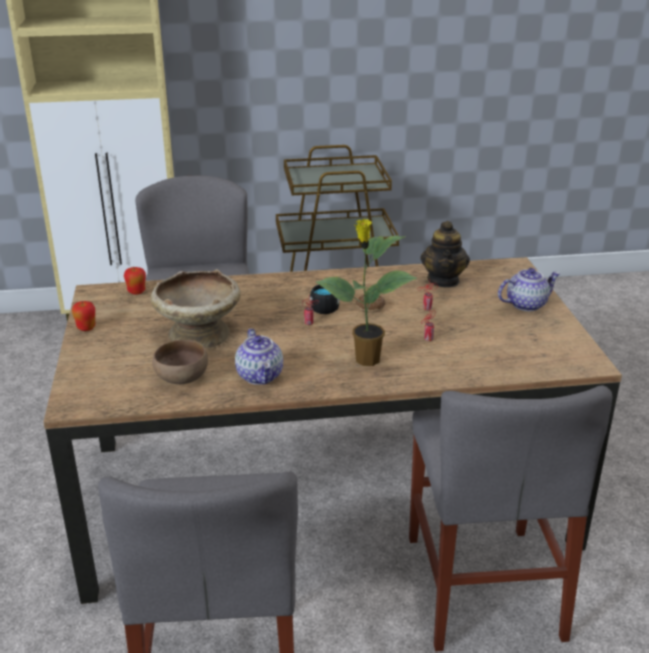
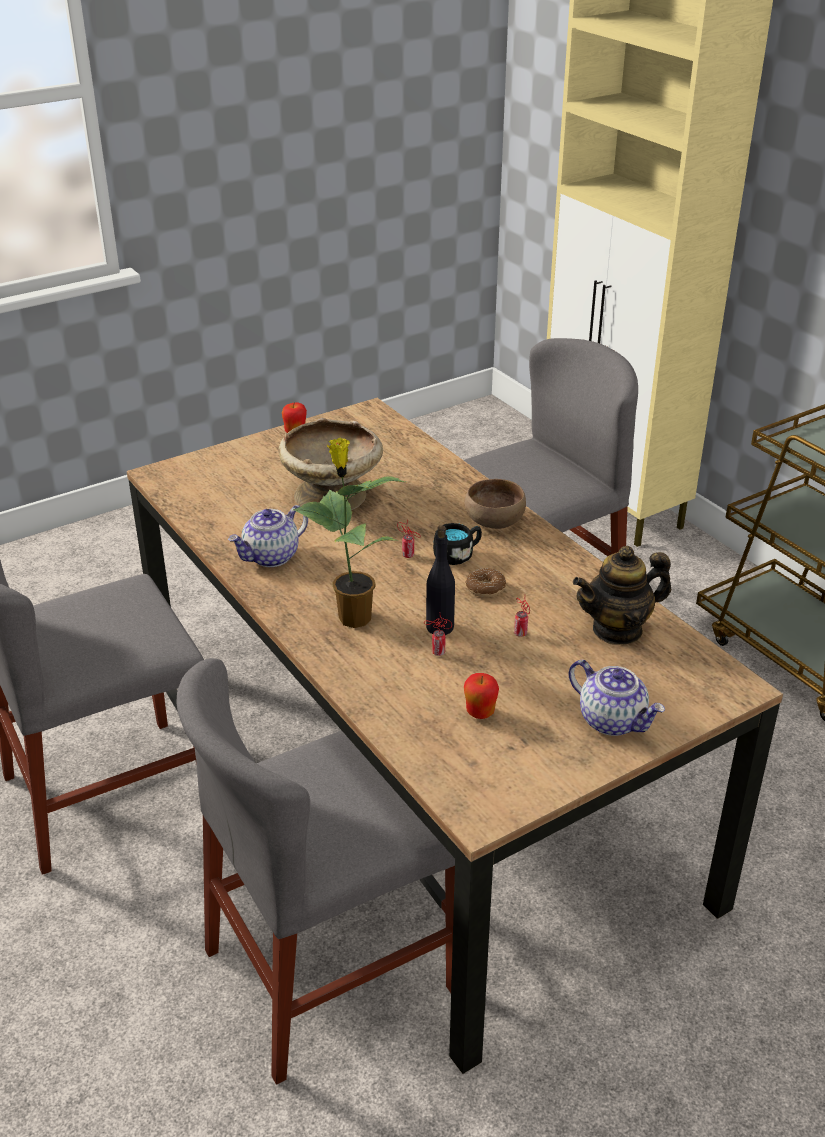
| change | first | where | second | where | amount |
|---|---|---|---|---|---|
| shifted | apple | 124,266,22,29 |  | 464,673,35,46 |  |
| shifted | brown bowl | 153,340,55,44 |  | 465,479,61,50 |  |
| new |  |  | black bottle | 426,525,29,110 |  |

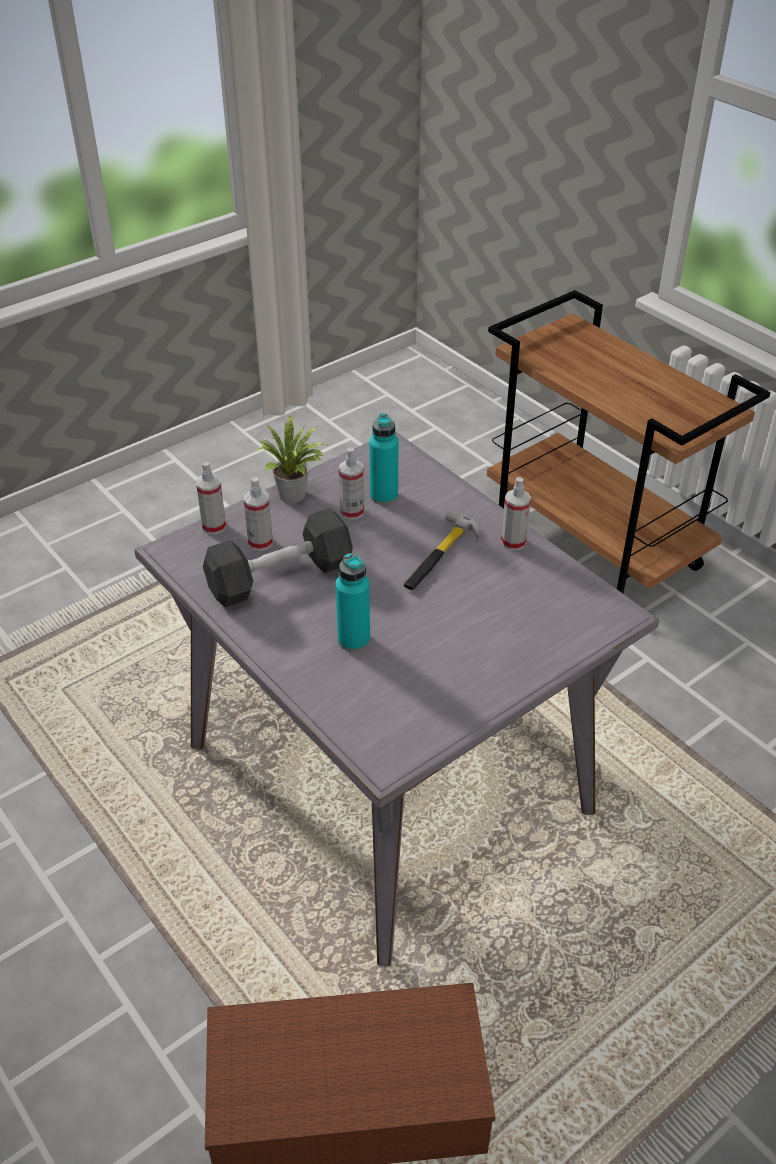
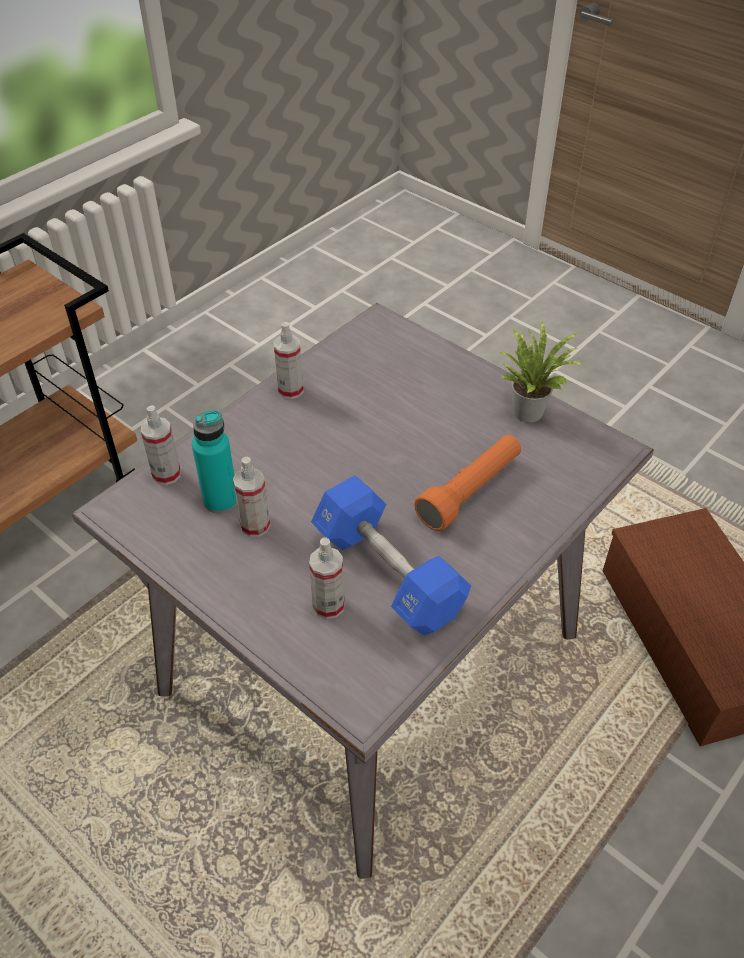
| change | first | where | second | where | amount |
|---|---|---|---|---|---|
| shifted | potted plant | 255,415,70,88 |  | 498,320,86,102 |  |
| shifted | spray bottle | 196,461,30,73 |  | 141,405,40,80 |  |
| repainted | black dumbbell | 203,508,150,99 | blue dumbbell | 311,475,160,161 |  |
| gone | hammer | 404,511,75,79 |  |  |  |
| swapped | turquoise bottle | 335,553,35,99 | orange flashlight | 414,435,107,96 |  |

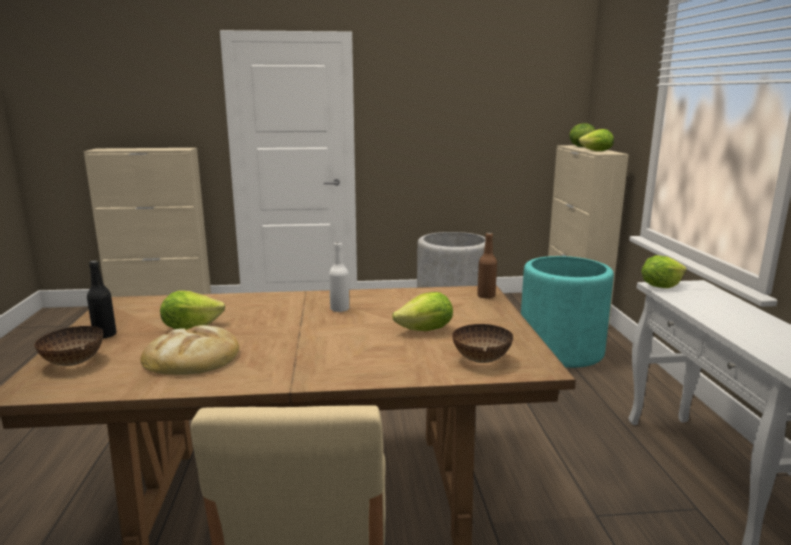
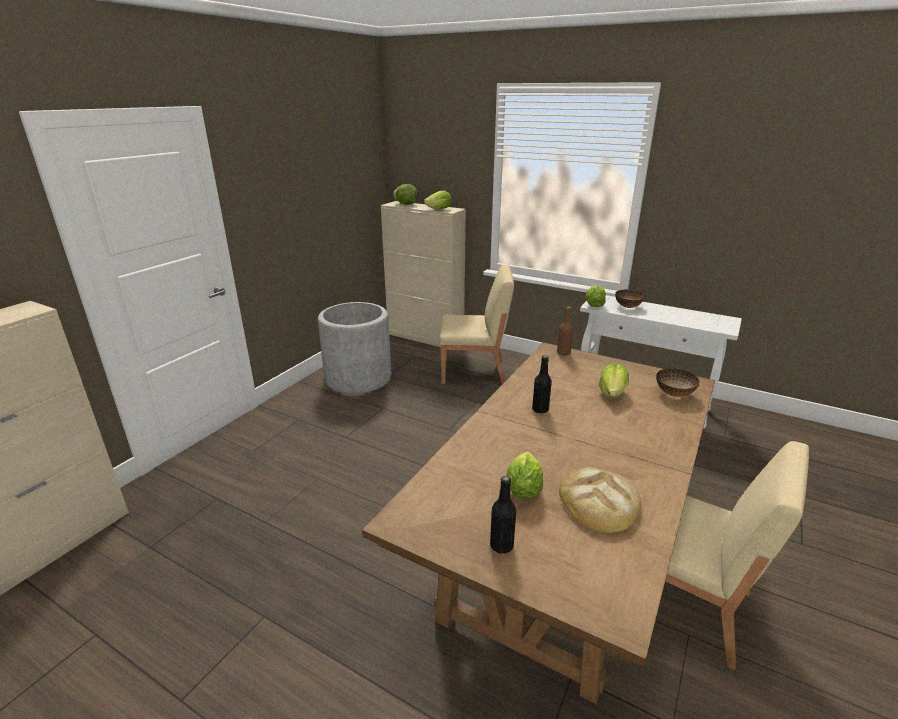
| change | first | where | second | where | amount |
|---|---|---|---|---|---|
| repainted | white bottle | 329,242,20,70 | black bottle | 532,355,20,59 |  |
| swapped | turquoise planter | 521,256,93,112 | beige chair | 439,264,75,120 |  |
| shifted | bowl | 34,326,69,40 |  | 615,290,30,18 |  |

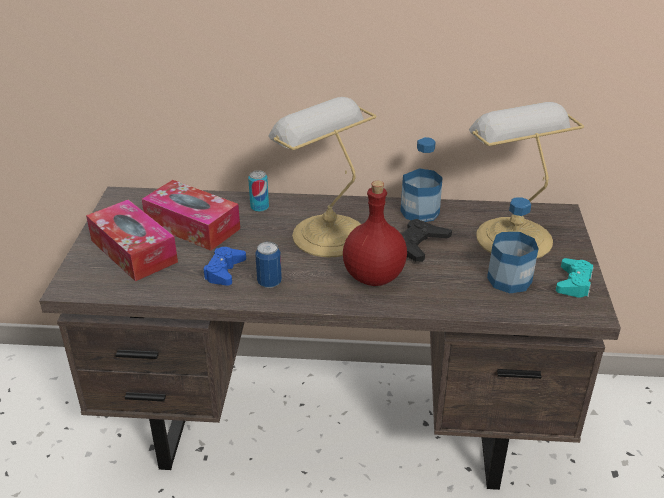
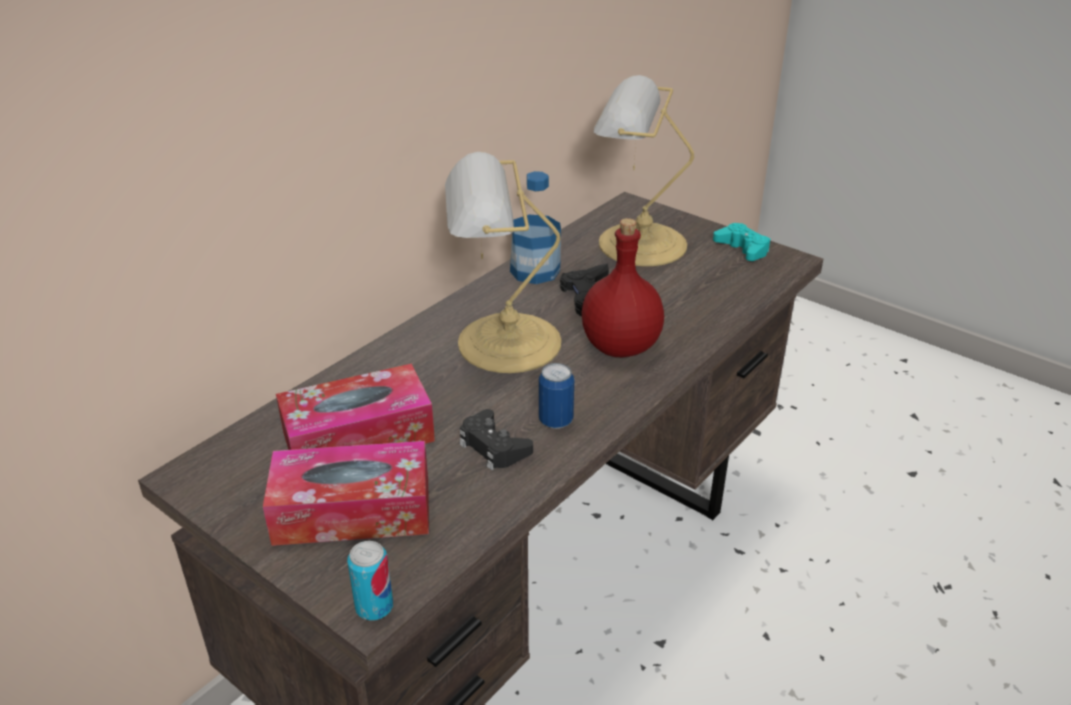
| change | first | where | second | where | amount |
|---|---|---|---|---|---|
| shifted | can | 248,170,21,42 |  | 347,541,46,80 |  |
| gone | bottle | 487,197,52,96 |  |  |  |
| repainted | blue game controller | 203,247,43,39 | black game controller | 460,409,73,61 |  |

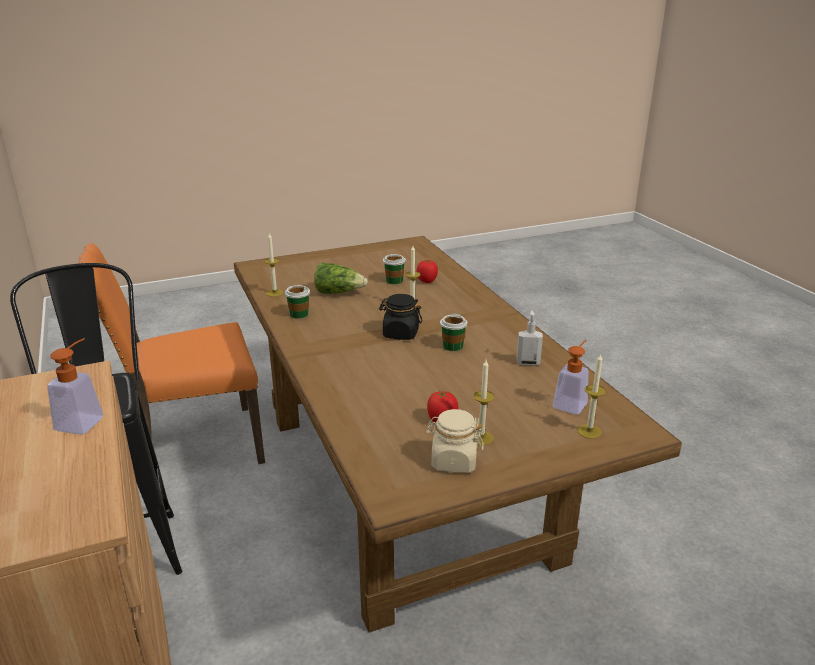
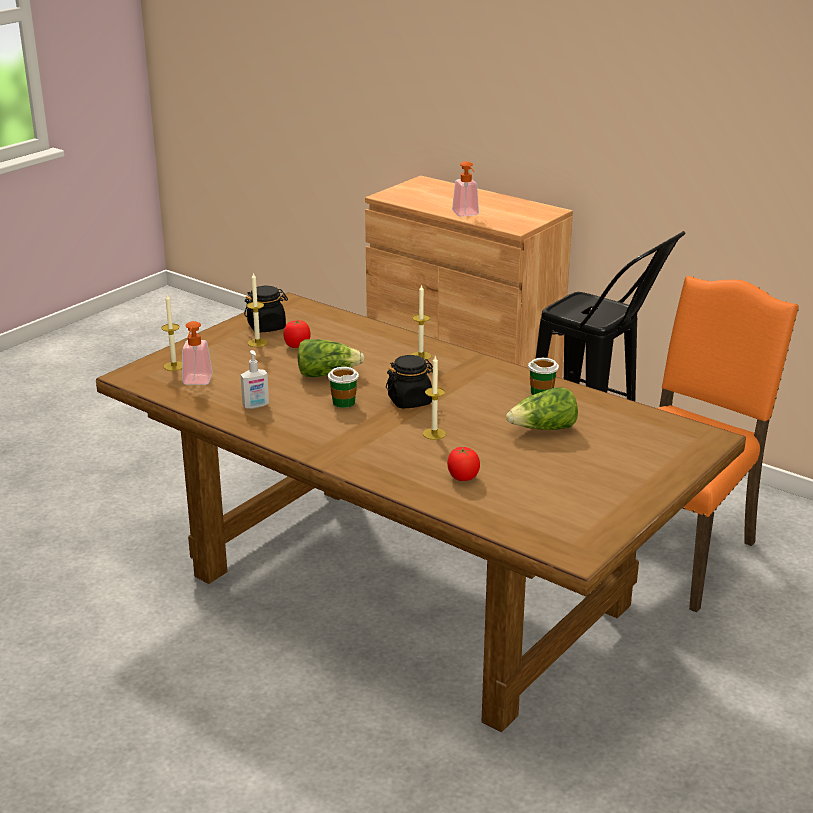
| change | first | where | second | where | amount |
|---|---|---|---|---|---|
| shifted | candle | 264,233,20,64 |  | 411,284,20,76 |  |
| gone | cup | 383,254,23,30 |  |  |  |
| repainted | beige jar | 426,409,58,64 | black jar | 244,286,44,46 |  |
| new |  |  | lettuce | 297,339,68,38 |  |

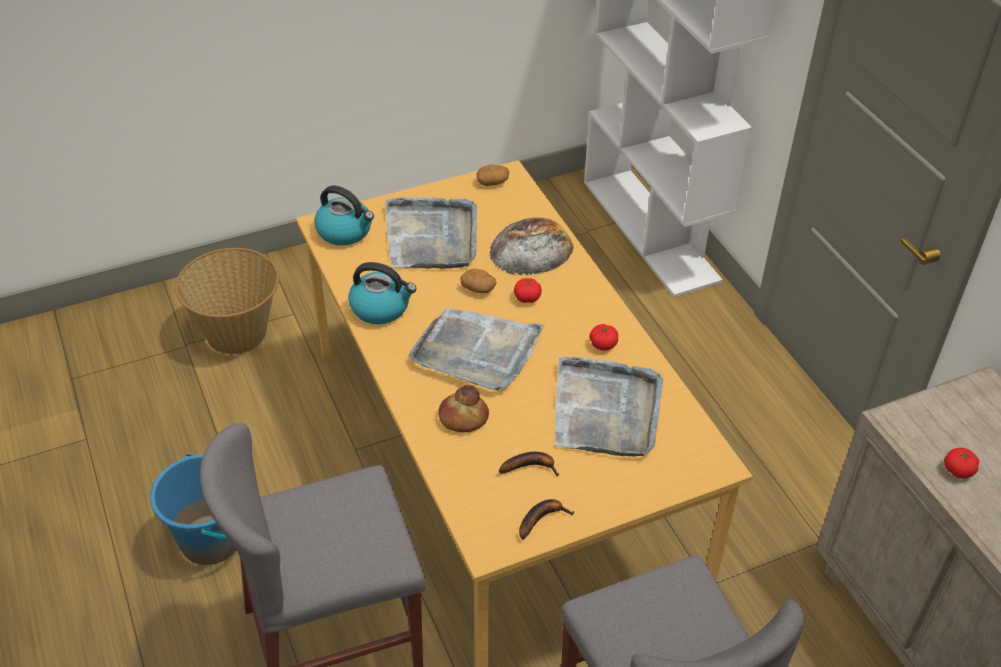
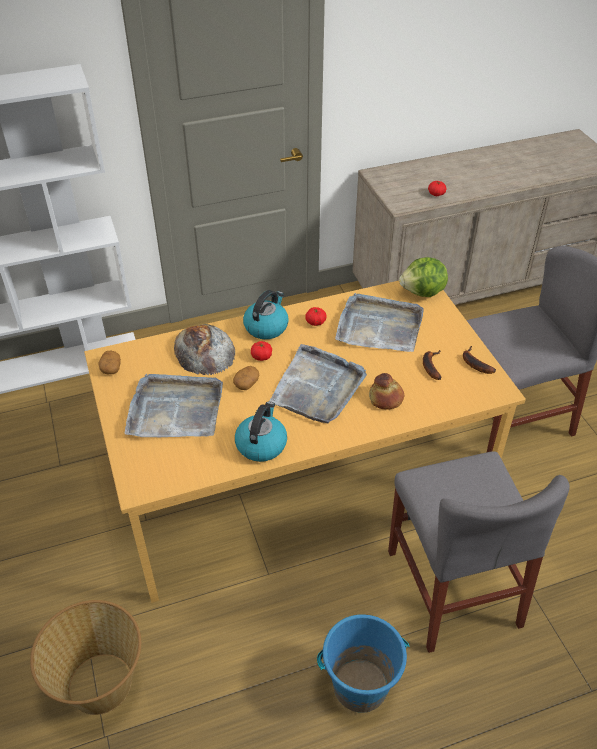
| change | first | where | second | where | amount |
|---|---|---|---|---|---|
| shifted | kettle | 314,185,60,61 |  | 243,290,46,49 |  |
| new |  |  | lettuce | 399,257,49,40 |  |

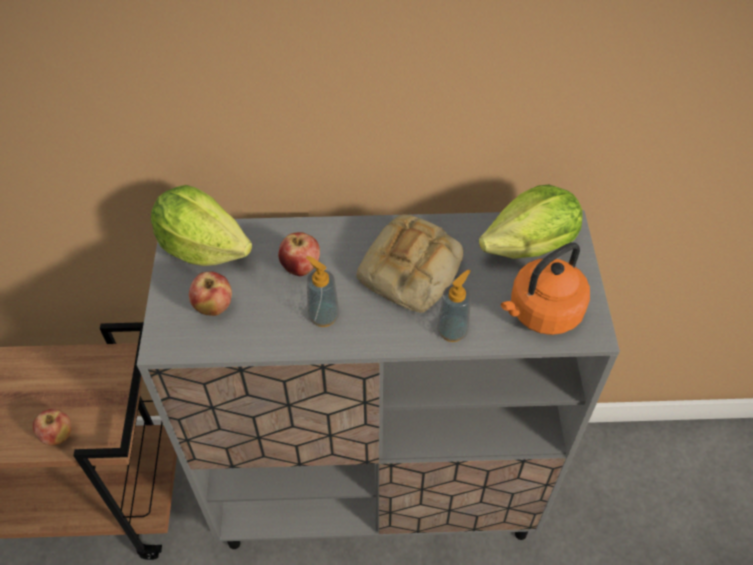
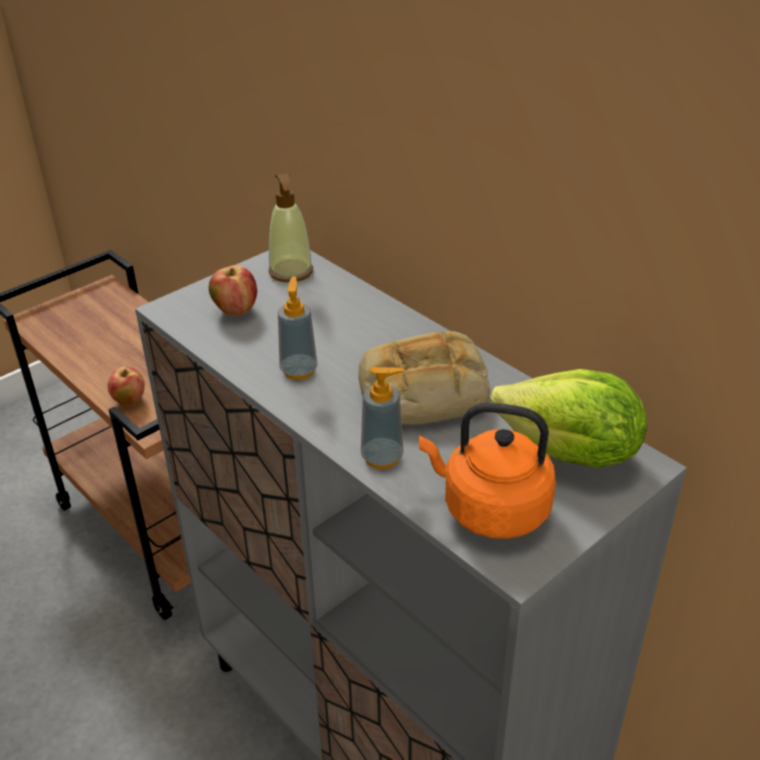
| change | first | where | second | where | amount |
|---|---|---|---|---|---|
| swapped | lettuce | 151,185,101,81 | soap dispenser | 268,174,45,108 |  |
| gone | apple | 278,232,42,44 |  |  |  |

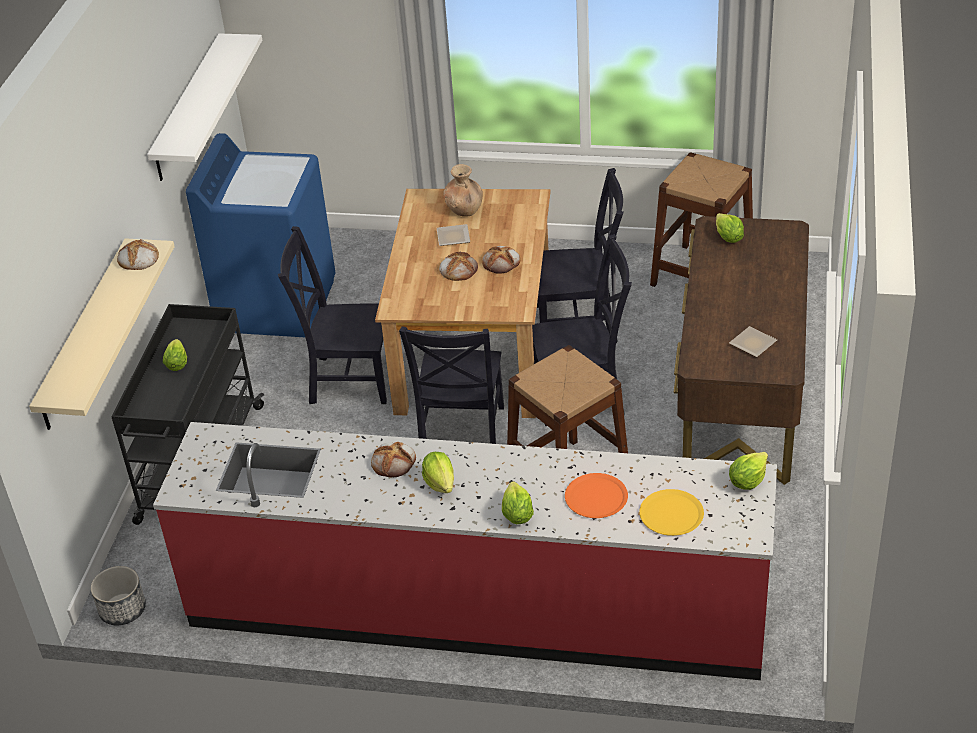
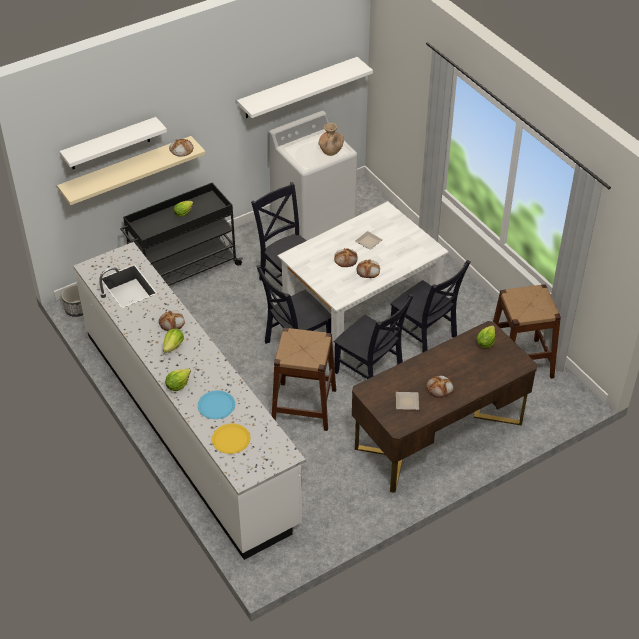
| change | first | where | second | where | amount |
|---|---|---|---|---|---|
| repainted | blue washing machine | 186,133,150,204 | white washing machine | 269,111,89,130 |  |
| shifted | brown vase | 443,164,40,53 |  | 318,123,26,33 |  |
| repainted | brown dining table | 375,189,176,229 | white dining table | 278,201,171,162 |  |
| repainted | red counter | 153,422,624,258 | white counter | 73,242,233,318 |  |
| gone | lettuce | 729,452,39,38 |  |  |  |
| repainted | orange plate | 565,473,63,45 | blue plate | 198,390,37,29 |  |
| new |  |  | white shelf | 59,117,108,52 |  |
| new |  |  | bread | 426,376,28,22 |  |

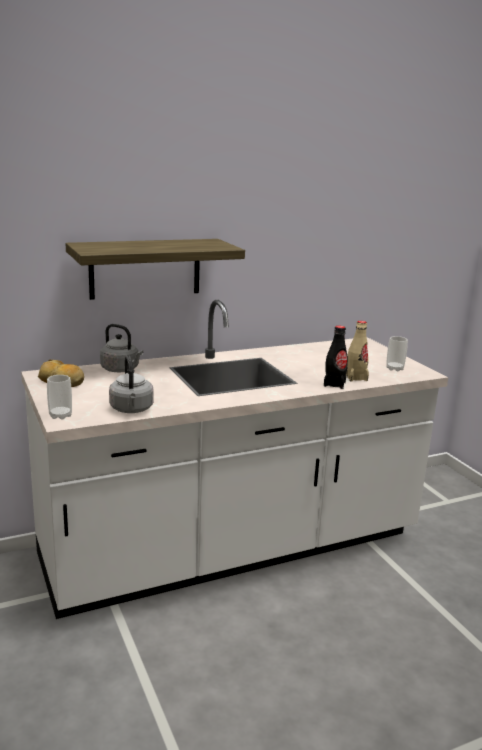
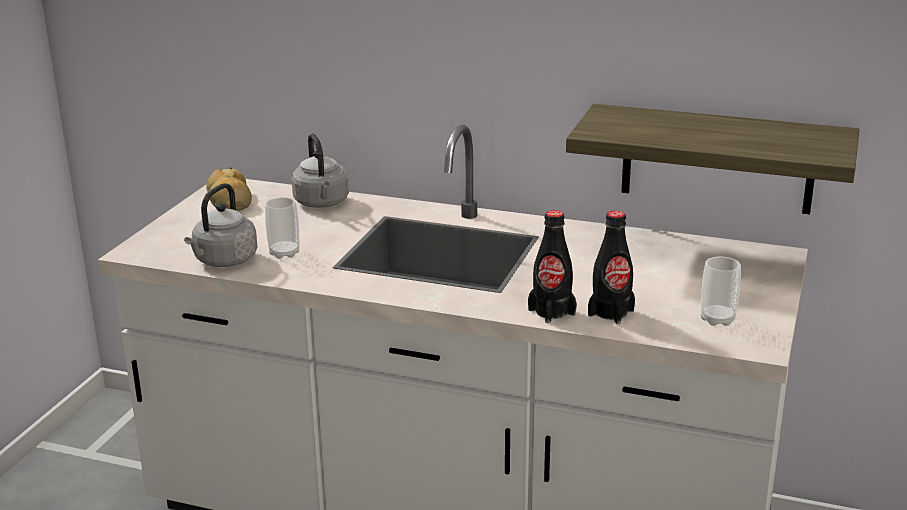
| change | first | where | second | where | amount |
|---|---|---|---|---|---|
| shifted | shelf | 66,239,179,61 |  | 566,104,293,110 |  |
| repainted | beige bottle | 346,321,23,61 | black bottle | 588,211,47,113 |  |
| shifted | cup | 47,375,25,45 |  | 265,197,34,62 |  |

